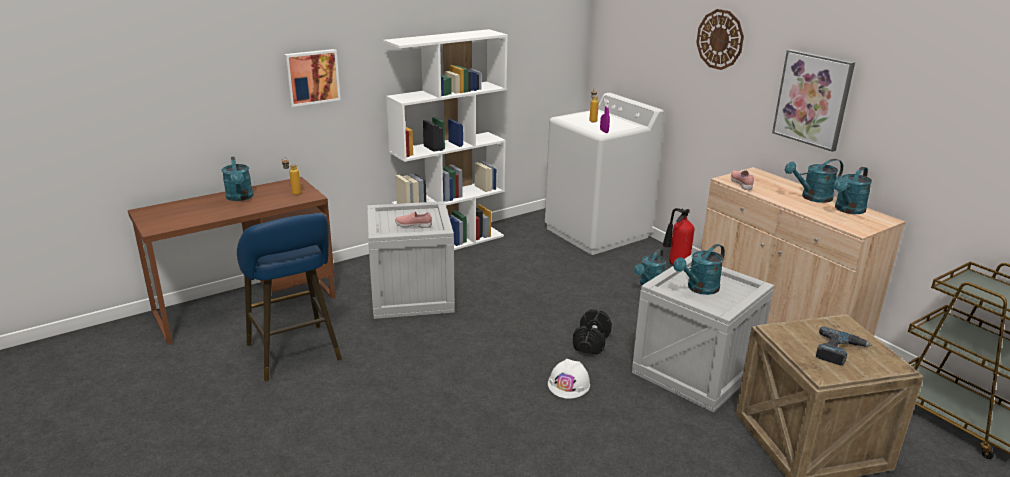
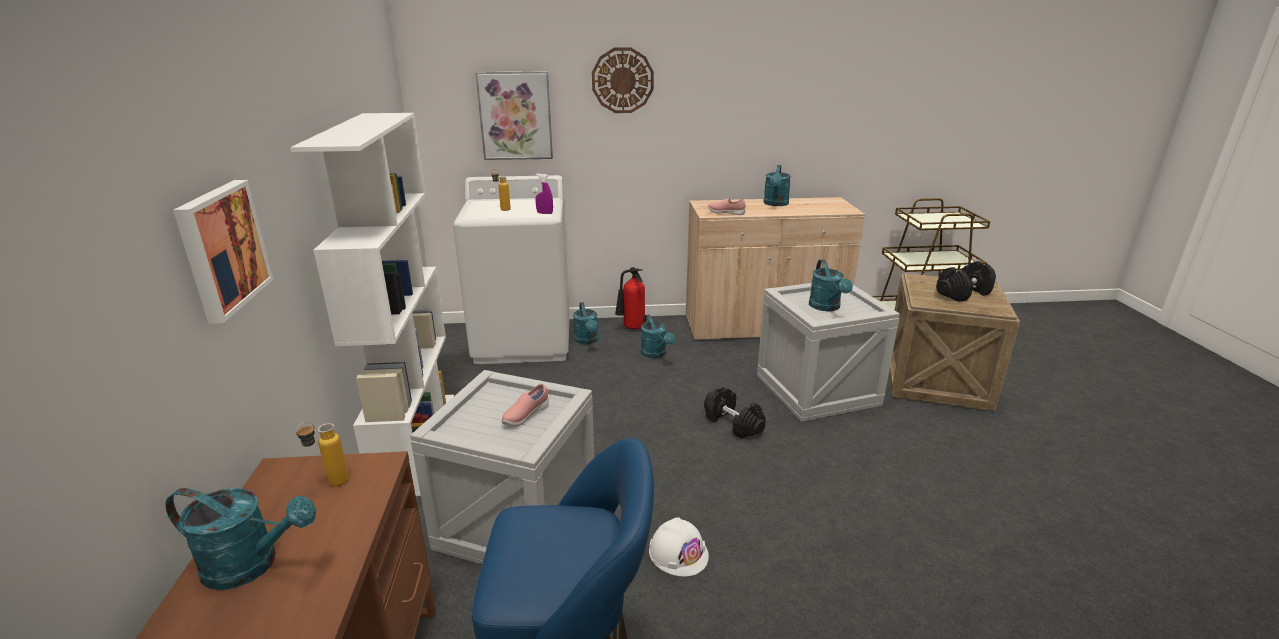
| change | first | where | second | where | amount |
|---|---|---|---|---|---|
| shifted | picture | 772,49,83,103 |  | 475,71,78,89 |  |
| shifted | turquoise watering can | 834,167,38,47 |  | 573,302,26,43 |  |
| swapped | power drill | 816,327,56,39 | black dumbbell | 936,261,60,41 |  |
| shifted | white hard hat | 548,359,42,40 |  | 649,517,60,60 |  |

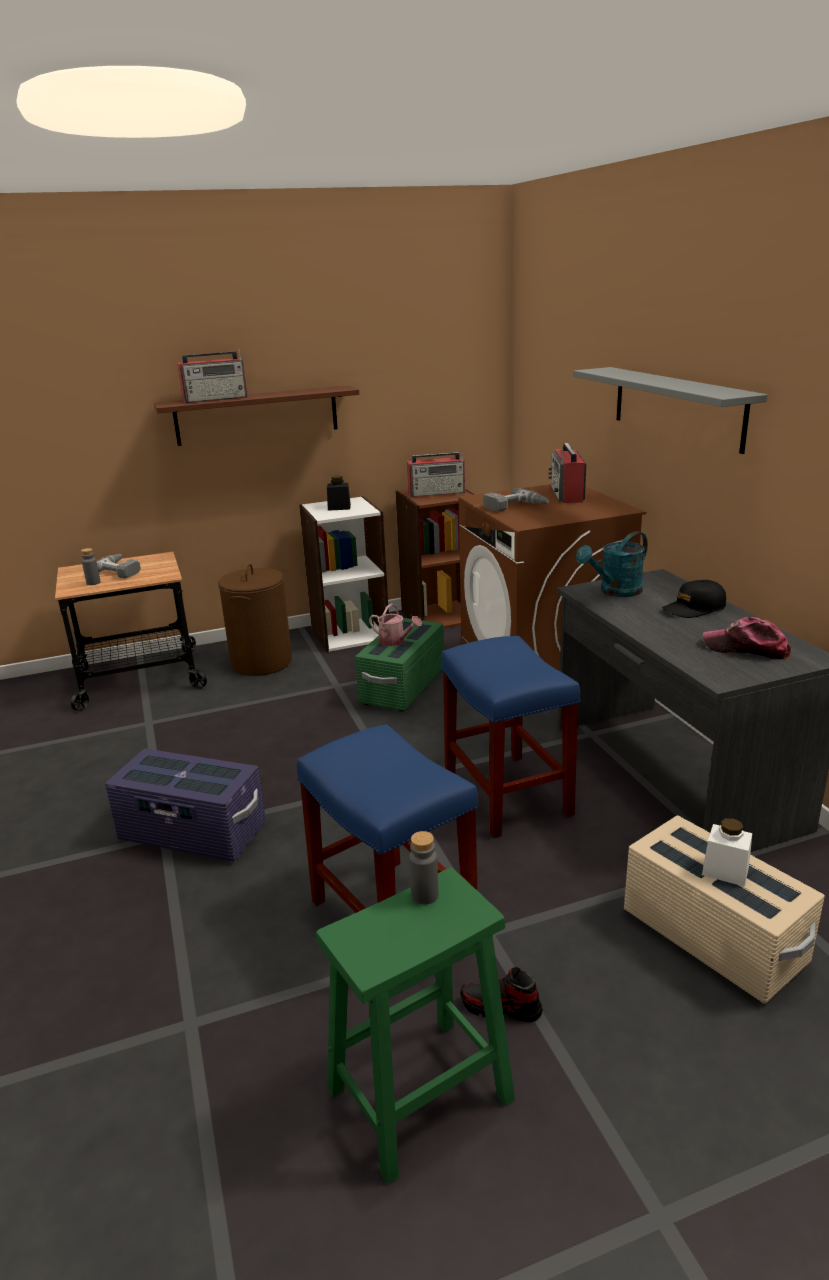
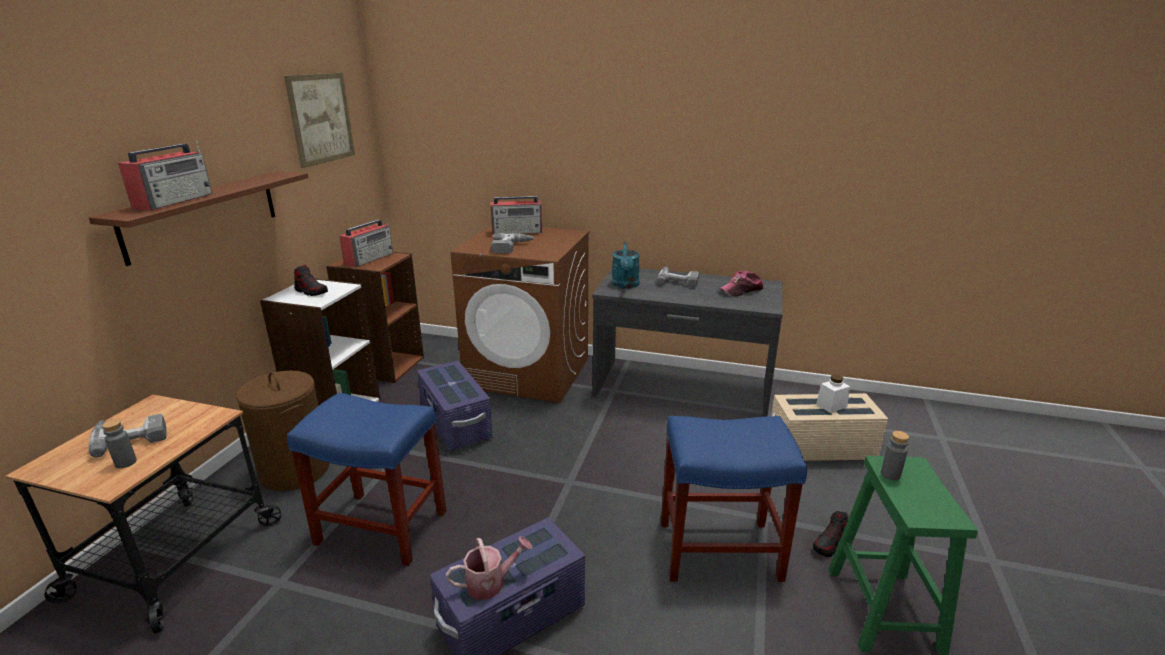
| change | first | where | second | where | amount |
|---|---|---|---|---|---|
| gone | grey shelf | 573,367,195,87 |  |  |  |
| rotated | radio | 549,443,37,60 |  | 490,196,52,39 | 45 degrees counterclockwise |
| swapped | black jar | 327,476,24,35 | shoe | 294,265,34,31 |  |
| swapped | black cap | 662,580,64,38 | power drill | 657,267,42,20 |  |
| shifted | watering can | 369,604,53,42 |  | 446,537,86,63 |  |
| repainted | green storage box | 355,618,89,94 | purple storage box | 417,361,76,90 |  |
| shifted | blue stool | 441,636,139,202 |  | 287,393,160,173 |  |
| new |  |  | picture | 284,73,71,95 |  |

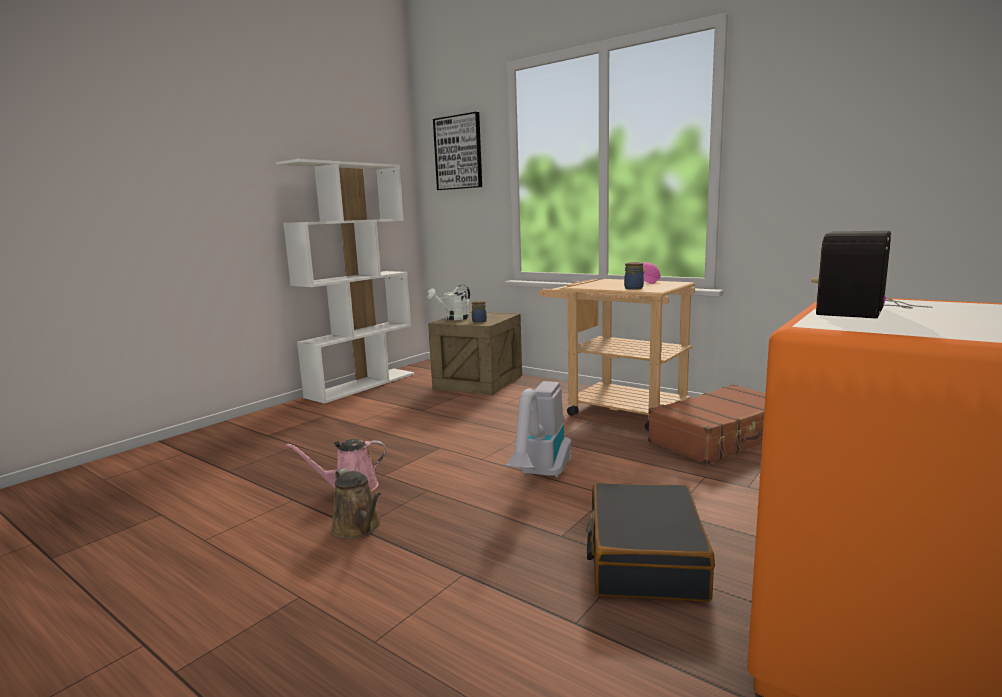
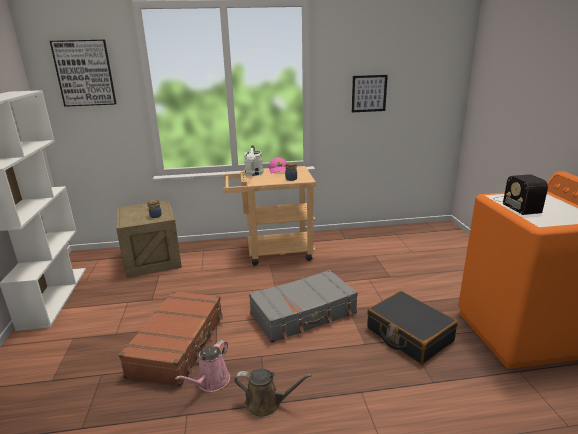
| change | first | where | second | where | amount |
|---|---|---|---|---|---|
| shifted | white watering can | 427,285,43,35 |  | 244,146,19,30 |  |
| swapped | vacuum cleaner | 504,381,68,97 | grey suitcase | 249,270,109,73 |  |
| shifted | brown suitcase | 648,384,117,81 |  | 119,291,104,96 |  |
| new |  |  | picture | 352,75,36,37 |  |

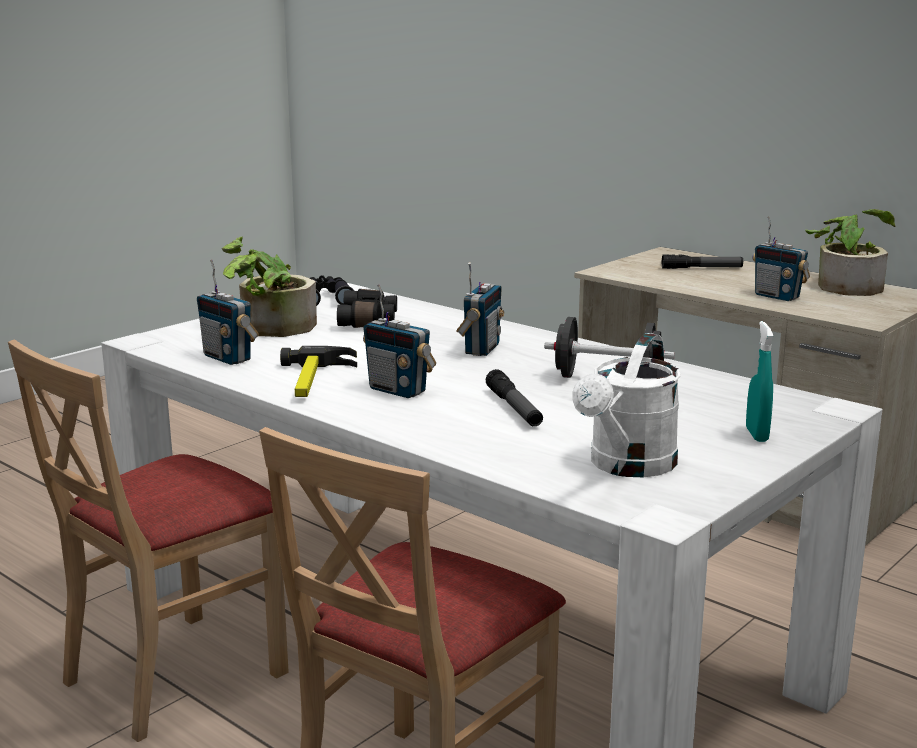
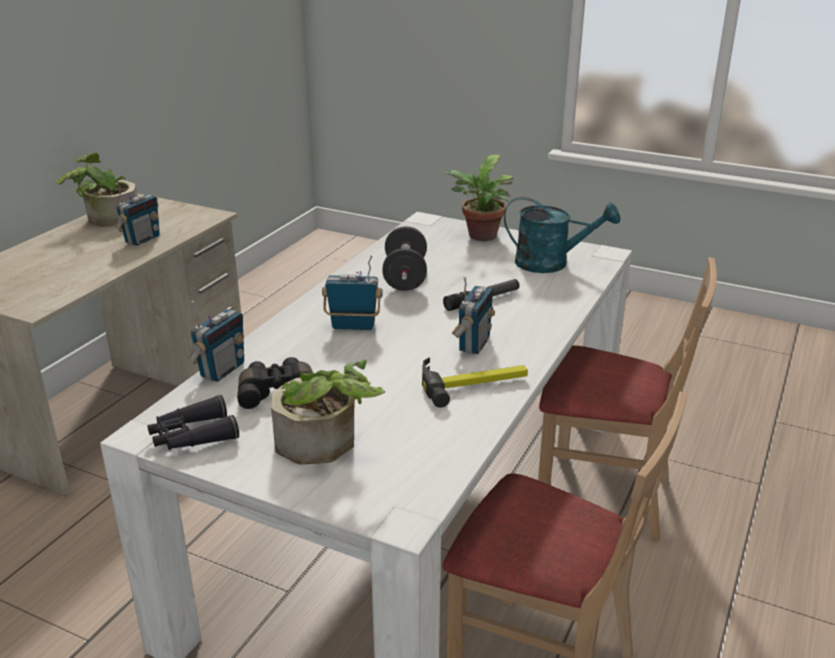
| change | first | where | second | where | amount |
|---|---|---|---|---|---|
| gone | flashlight | 662,255,81,14 |  |  |  |
| shifted | radio | 197,260,62,105 |  | 188,300,56,82 |  |
| swapped | turquoise spray bottle | 746,321,27,121 | potted plant | 442,155,71,86 |  |
| repainted | white watering can | 572,333,109,144 | turquoise watering can | 504,197,116,76 |  |

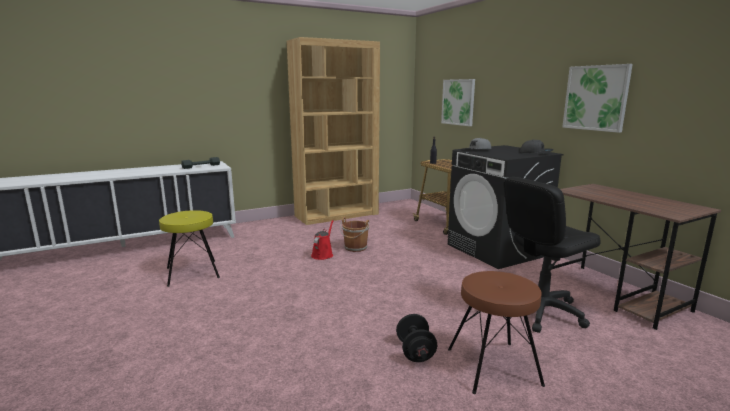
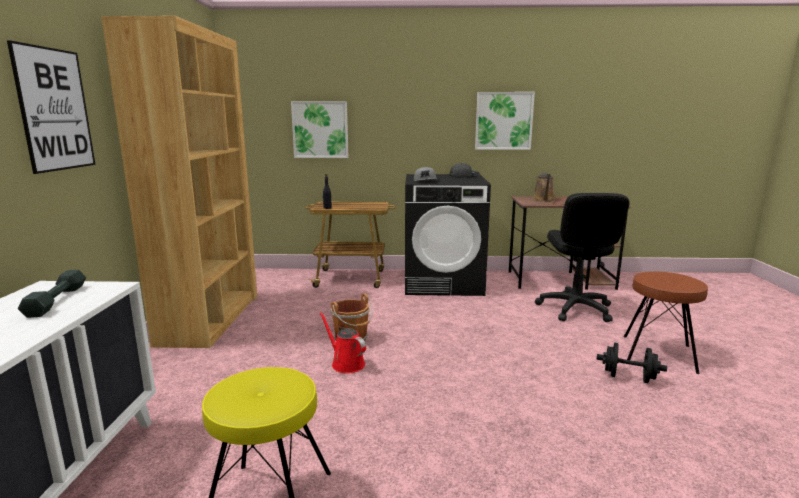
| change | first | where | second | where | amount |
|---|---|---|---|---|---|
| new |  |  | picture | 7,40,88,134 |  |
| new |  |  | brown watering can | 532,173,24,29 |  |

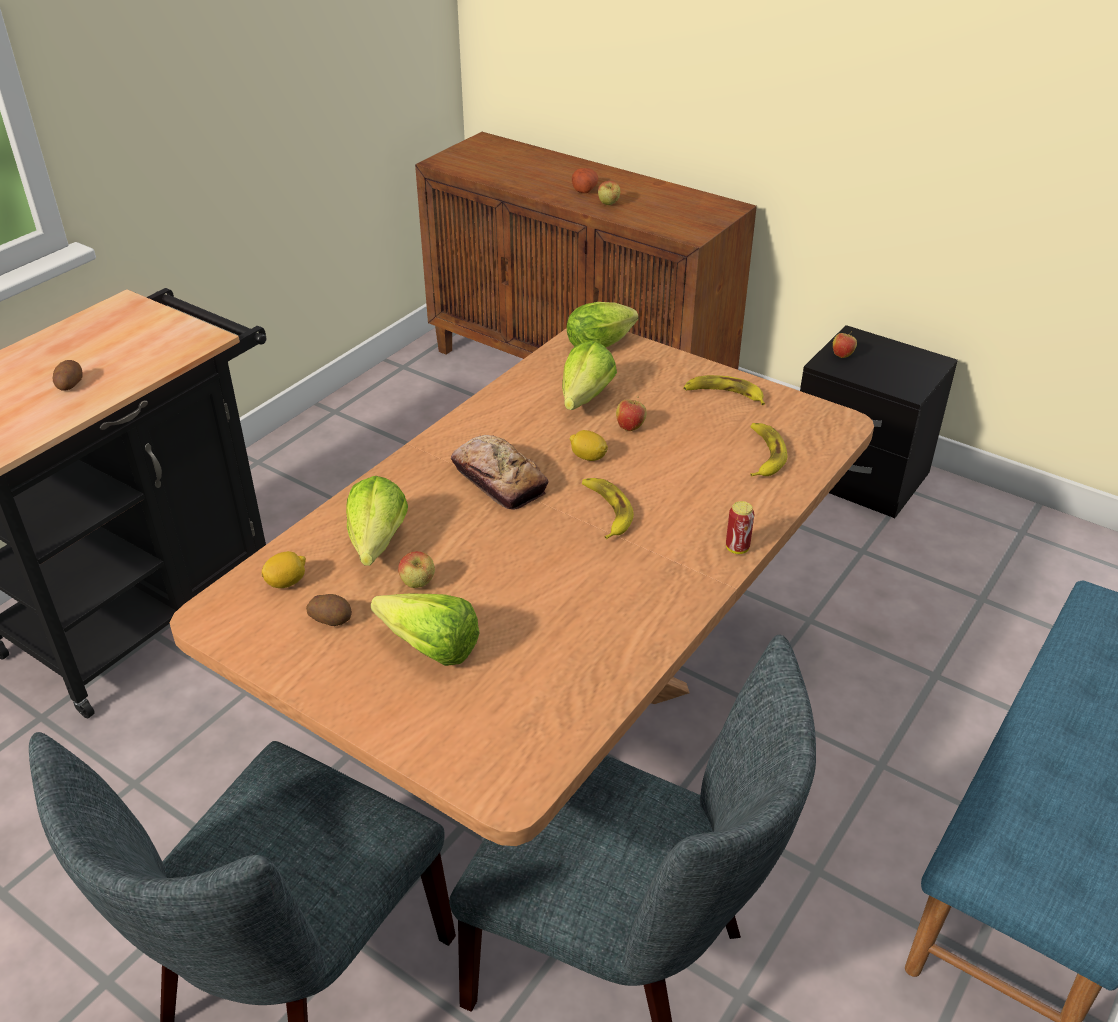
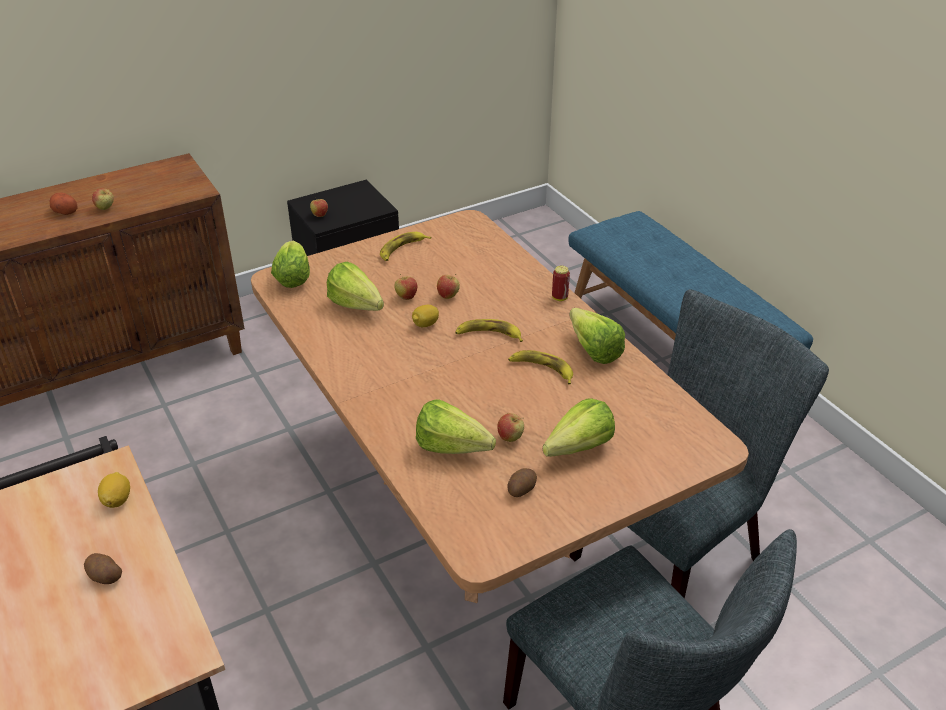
| change | first | where | second | where | amount |
|---|---|---|---|---|---|
| shifted | banana | 751,423,36,53 |  | 508,350,65,35 |  |
| gone | bread | 451,435,98,75 |  |  |  |
| shifted | lemon | 261,551,45,37 |  | 98,472,32,36 |  |
| new |  |  | apple | 437,274,23,25 |  |
| new |  |  | lettuce | 569,308,56,56 |  |

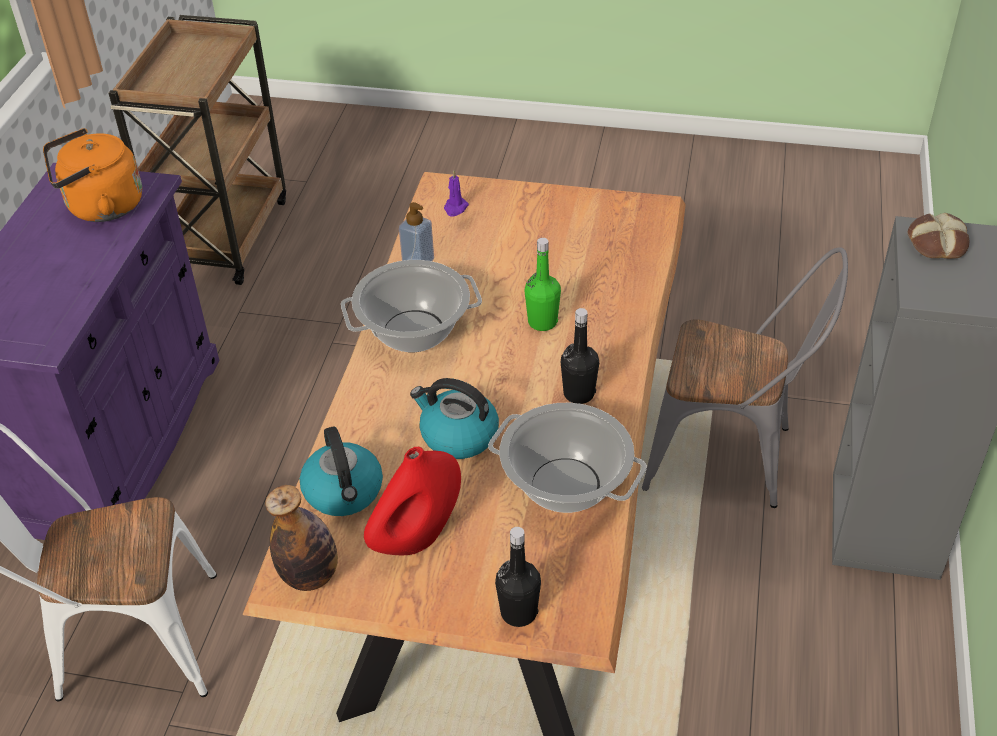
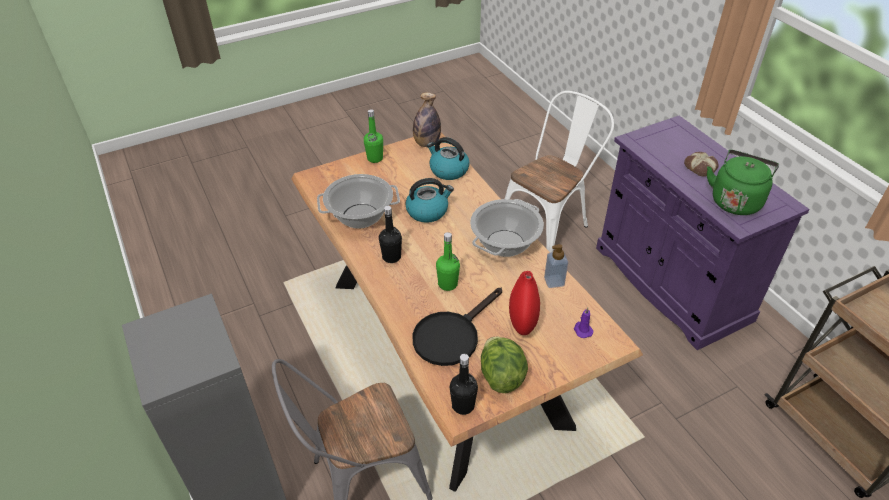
| change | first | where | second | where | amount |
|---|---|---|---|---|---|
| repainted | orange kettle | 43,128,99,94 | green kettle | 707,150,72,65 |  |
| shifted | bread | 908,213,61,46 |  | 684,152,35,25 |  |
| shifted | red vase | 364,447,97,108 |  | 509,271,31,64 |  |
| shifted | black bottle | 495,527,46,100 |  | 450,354,28,61 |  |
| new |  |  | green bottle | 364,109,19,54 |  |
| new |  |  | black frying pan | 413,288,89,78 |  |
| new |  |  | lettuce | 481,337,47,56 |  |

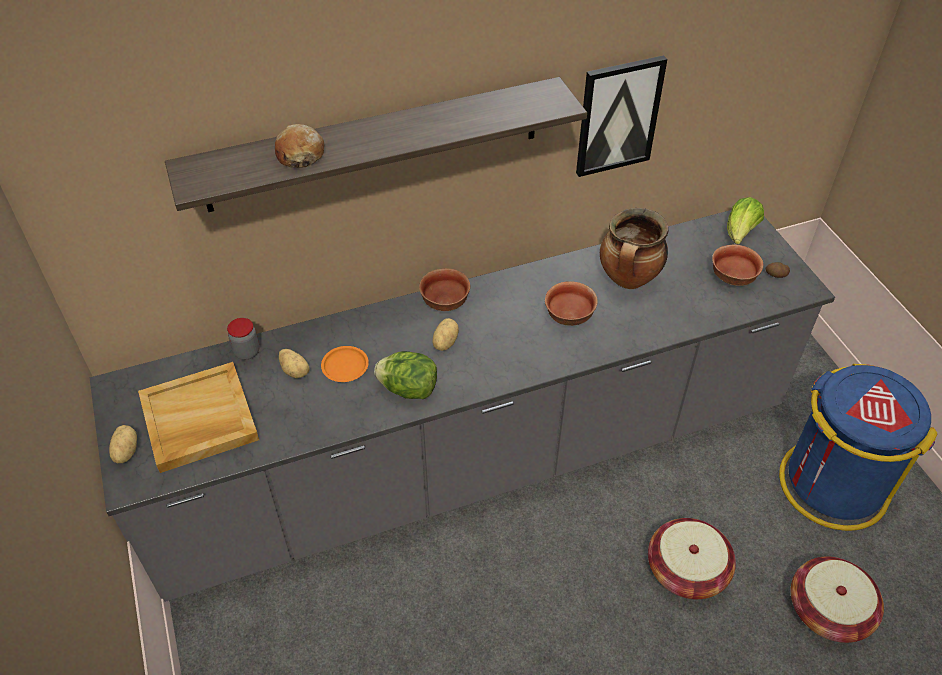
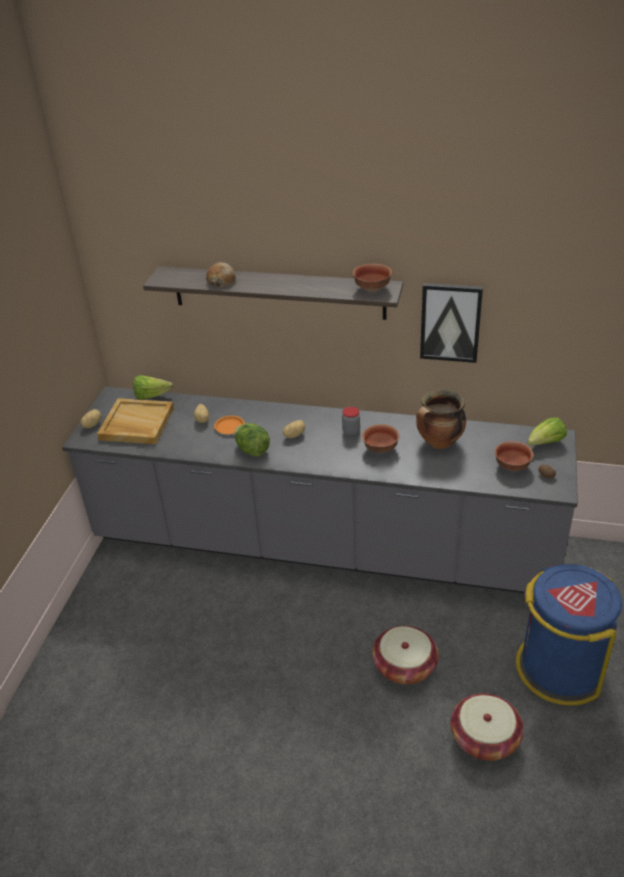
| change | first | where | second | where | amount |
|---|---|---|---|---|---|
| shifted | bowl | 419,268,51,43 |  | 353,264,39,28 |  |
| shifted | jar | 227,318,33,42 |  | 342,407,18,29 |  |
| new |  |  | lettuce | 133,375,40,25 |  |

